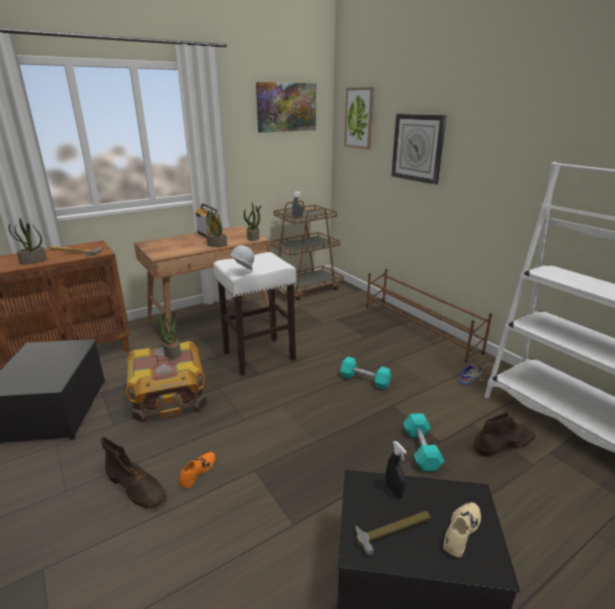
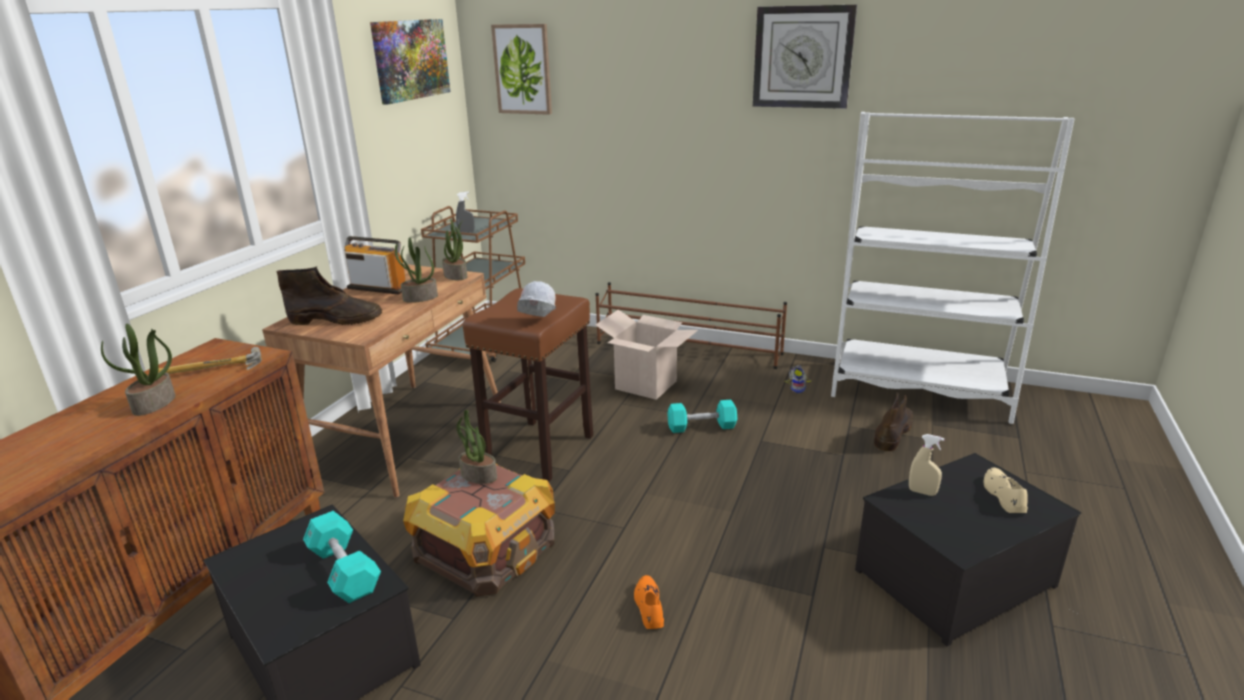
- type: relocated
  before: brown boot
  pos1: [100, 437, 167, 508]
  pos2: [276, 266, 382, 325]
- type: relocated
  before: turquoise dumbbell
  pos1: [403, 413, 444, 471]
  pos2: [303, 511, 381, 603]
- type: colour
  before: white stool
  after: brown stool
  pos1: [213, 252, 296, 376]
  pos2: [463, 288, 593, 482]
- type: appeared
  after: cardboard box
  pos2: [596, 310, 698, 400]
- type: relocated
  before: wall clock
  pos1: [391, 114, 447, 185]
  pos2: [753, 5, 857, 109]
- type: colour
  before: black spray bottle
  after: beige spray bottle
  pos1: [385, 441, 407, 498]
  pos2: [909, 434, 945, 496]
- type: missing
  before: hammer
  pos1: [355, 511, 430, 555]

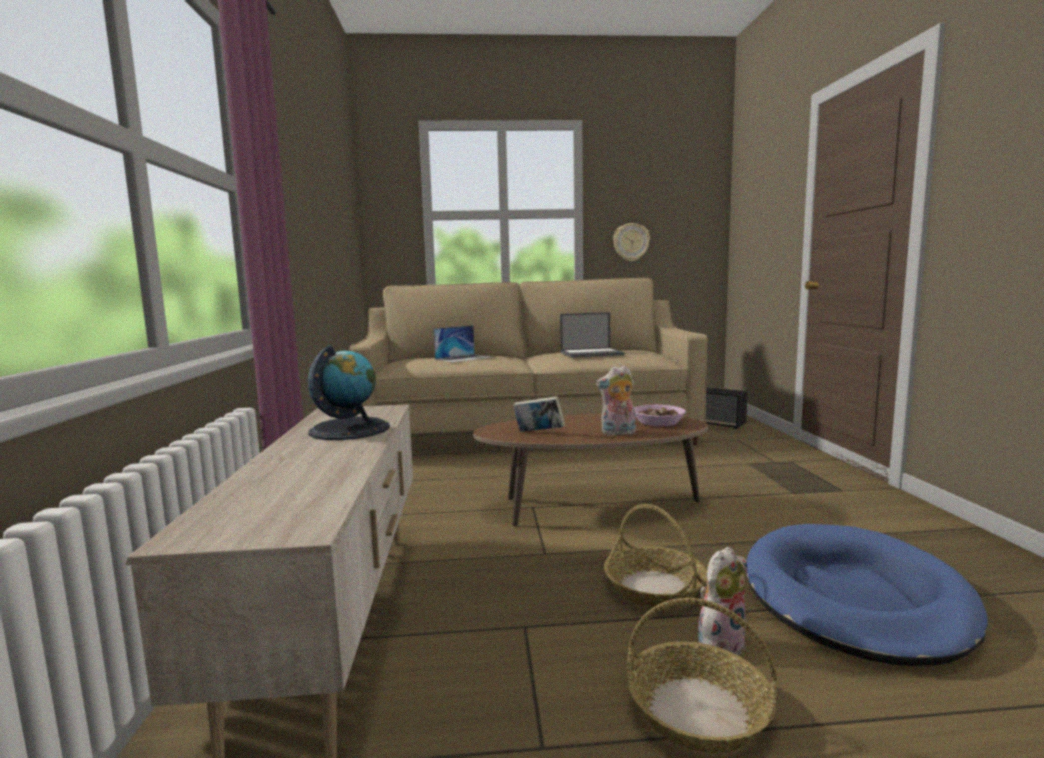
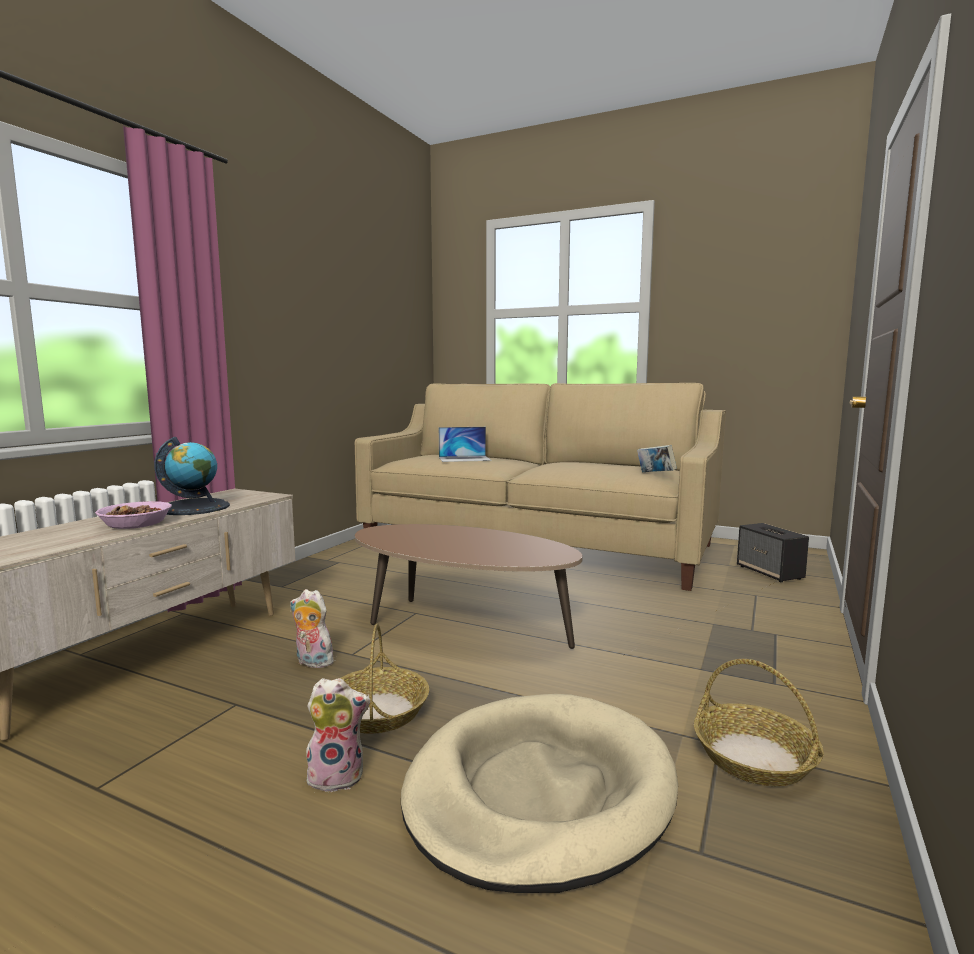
- type: relocated
  before: bowl
  pos1: [635, 405, 686, 426]
  pos2: [95, 501, 172, 529]
- type: relocated
  before: plush toy
  pos1: [596, 365, 636, 436]
  pos2: [290, 589, 334, 668]
- type: colour
  before: blue dog bed
  after: beige dog bed
  pos1: [746, 524, 988, 666]
  pos2: [401, 694, 678, 893]
- type: relocated
  before: book
  pos1: [513, 396, 565, 432]
  pos2: [637, 445, 677, 472]
- type: relocated
  before: basket
  pos1: [626, 598, 777, 753]
  pos2: [694, 659, 824, 786]
- type: missing
  before: laptop
  pos1: [560, 312, 624, 358]
- type: missing
  before: wall clock
  pos1: [613, 223, 650, 261]

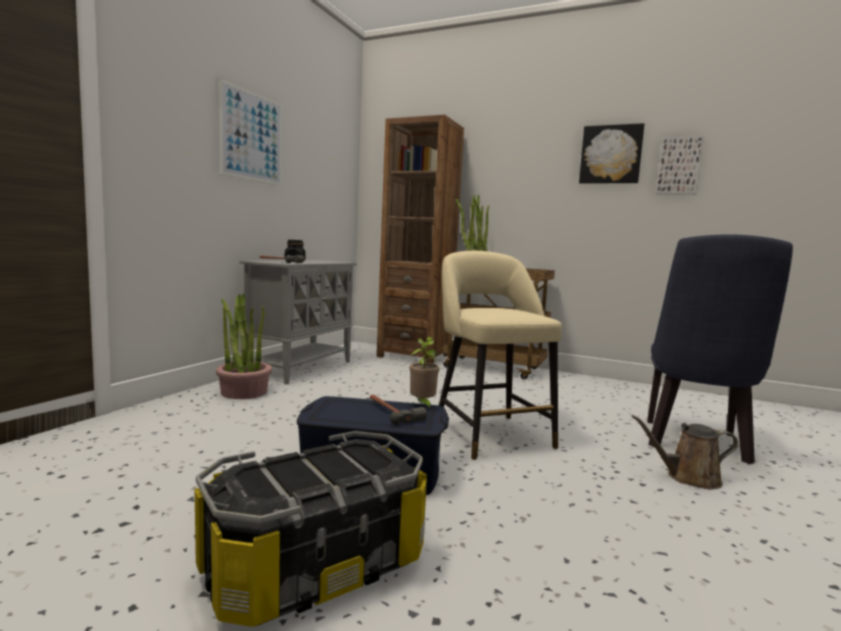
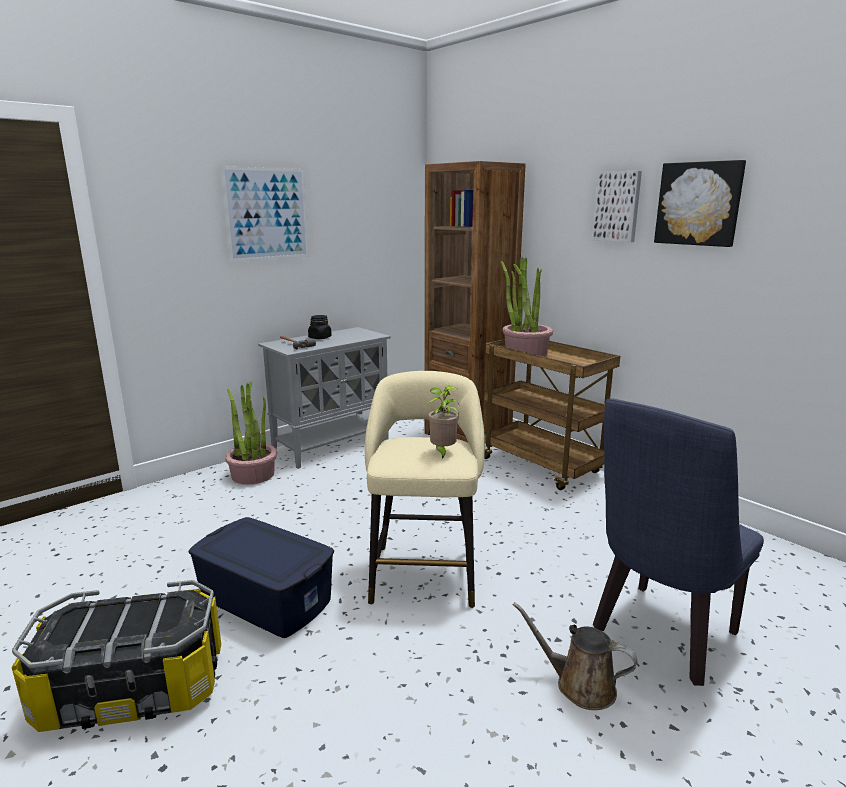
- type: relocated
  before: potted plant
  pos1: [409, 337, 441, 410]
  pos2: [428, 386, 460, 459]
- type: relocated
  before: picture
  pos1: [656, 136, 704, 194]
  pos2: [592, 170, 642, 242]
- type: missing
  before: hammer
  pos1: [370, 395, 427, 425]

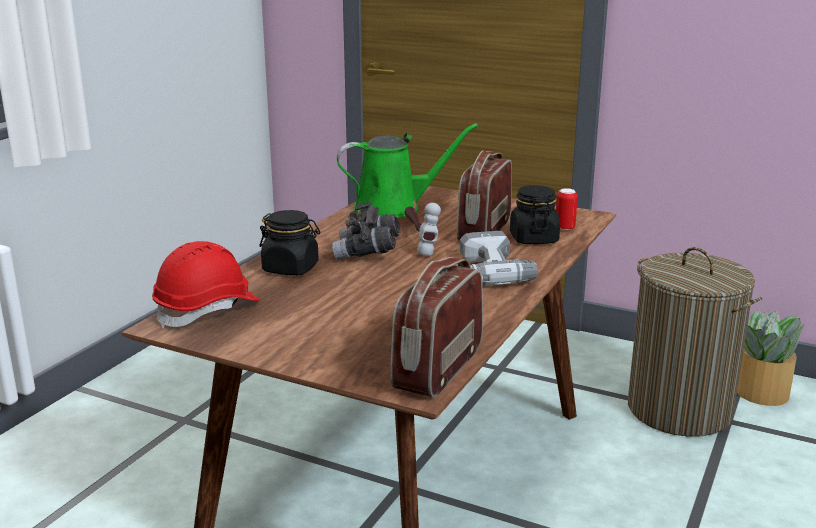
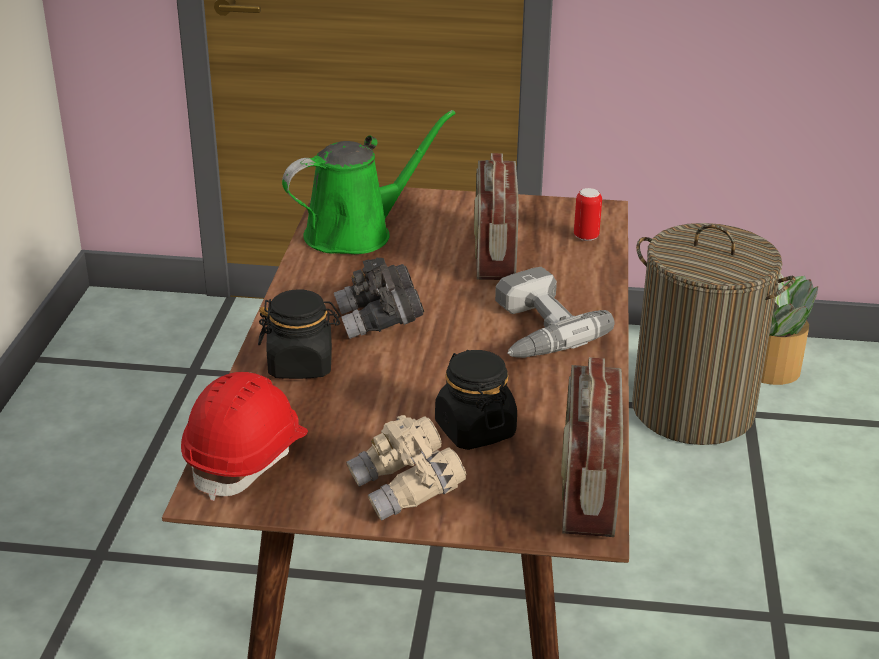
- type: appeared
  after: beige binoculars
  pos2: [346, 415, 467, 521]
- type: relocated
  before: black jar
  pos1: [510, 185, 560, 244]
  pos2: [435, 350, 517, 450]
- type: missing
  before: hammer
  pos1: [404, 203, 441, 256]

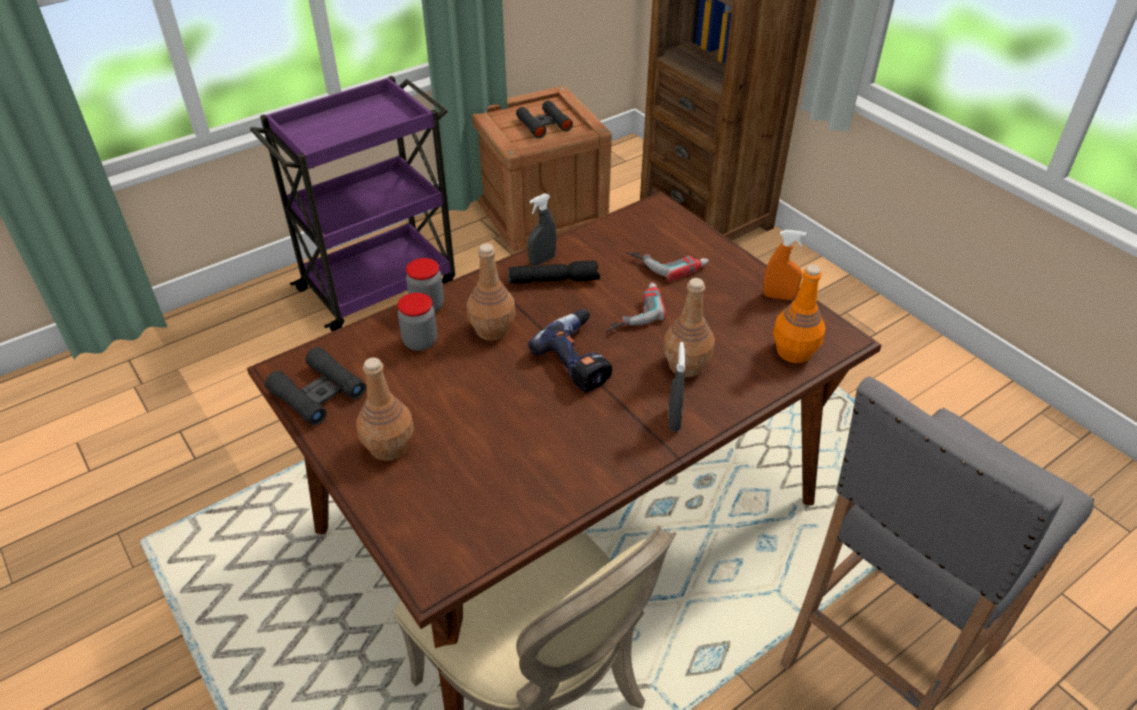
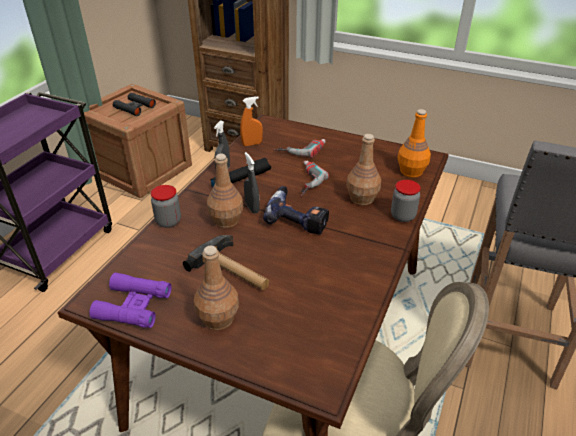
- type: colour
  before: black binoculars
  after: purple binoculars
  pos1: [265, 347, 366, 425]
  pos2: [89, 272, 172, 328]
- type: appeared
  after: hammer
  pos2: [183, 235, 269, 290]
- type: relocated
  before: orange spray bottle
  pos1: [763, 230, 807, 300]
  pos2: [240, 96, 263, 146]
- type: relocated
  before: grey spray bottle
  pos1: [669, 342, 685, 432]
  pos2: [244, 152, 260, 214]
- type: relocated
  before: jar
  pos1: [397, 293, 438, 351]
  pos2: [391, 180, 421, 222]

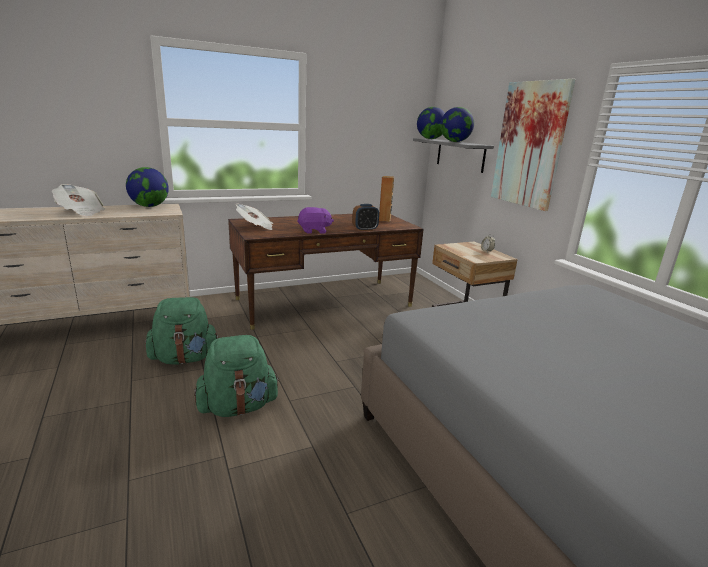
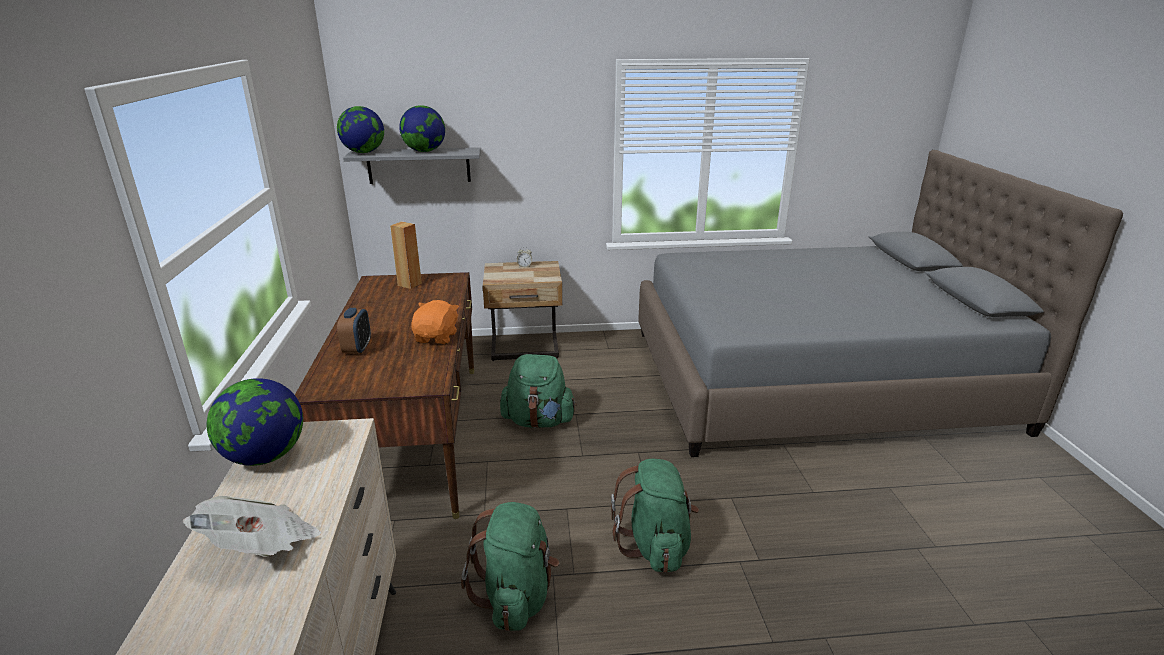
- type: relocated
  before: alarm clock
  pos1: [352, 204, 379, 231]
  pos2: [337, 308, 371, 354]
- type: colour
  before: purple plush toy
  after: orange plush toy
  pos1: [297, 207, 334, 234]
  pos2: [412, 300, 459, 344]
- type: appeared
  after: green backpack
  pos2: [500, 354, 577, 428]
- type: missing
  before: newspaper
  pos1: [236, 204, 273, 230]
- type: missing
  before: picture
  pos1: [491, 79, 576, 211]

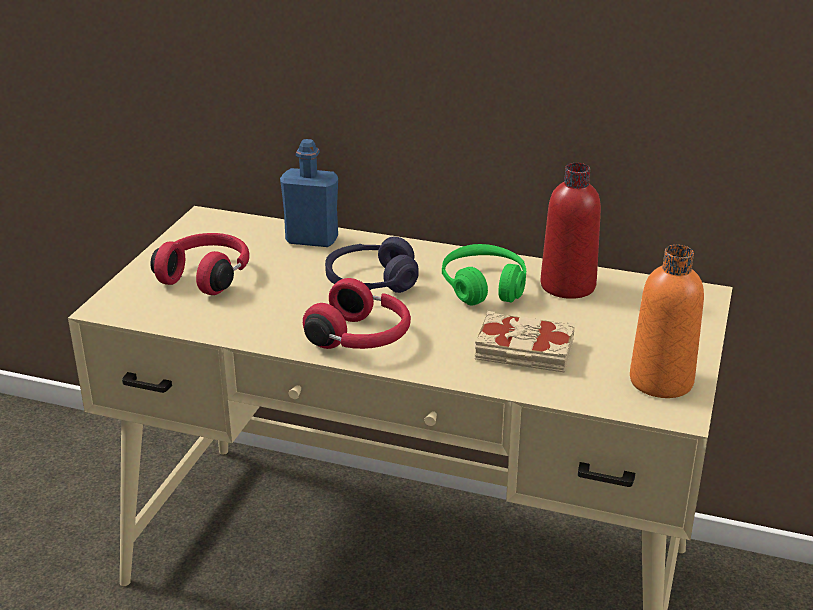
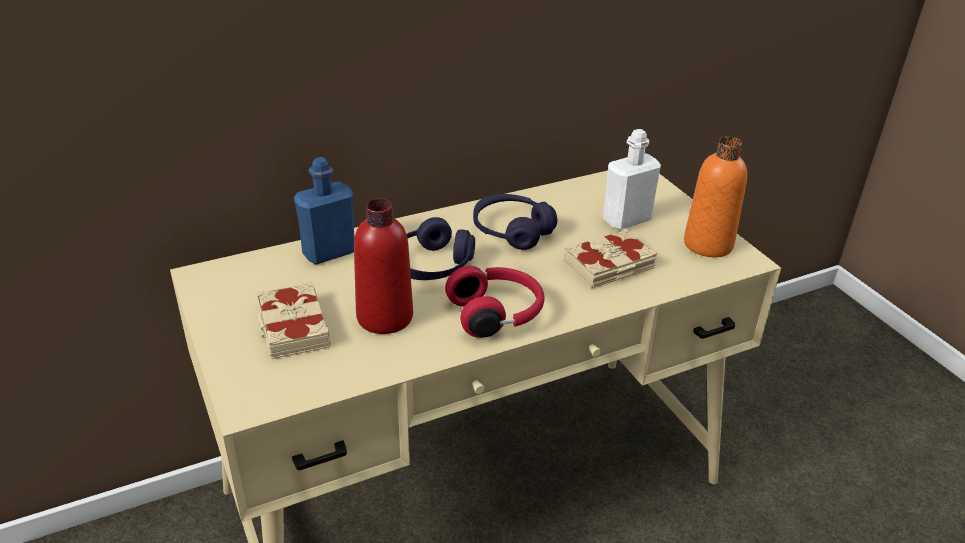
- type: exchanged
  before: red headphones
  after: beige book
  pos1: [150, 233, 250, 295]
  pos2: [257, 282, 331, 359]
- type: relocated
  before: red bottle
  pos1: [540, 163, 601, 299]
  pos2: [354, 199, 413, 334]
- type: colour
  before: green headphones
  after: purple headphones
  pos1: [442, 244, 526, 306]
  pos2: [473, 194, 557, 250]
- type: appeared
  after: white bottle
  pos2: [603, 129, 661, 230]

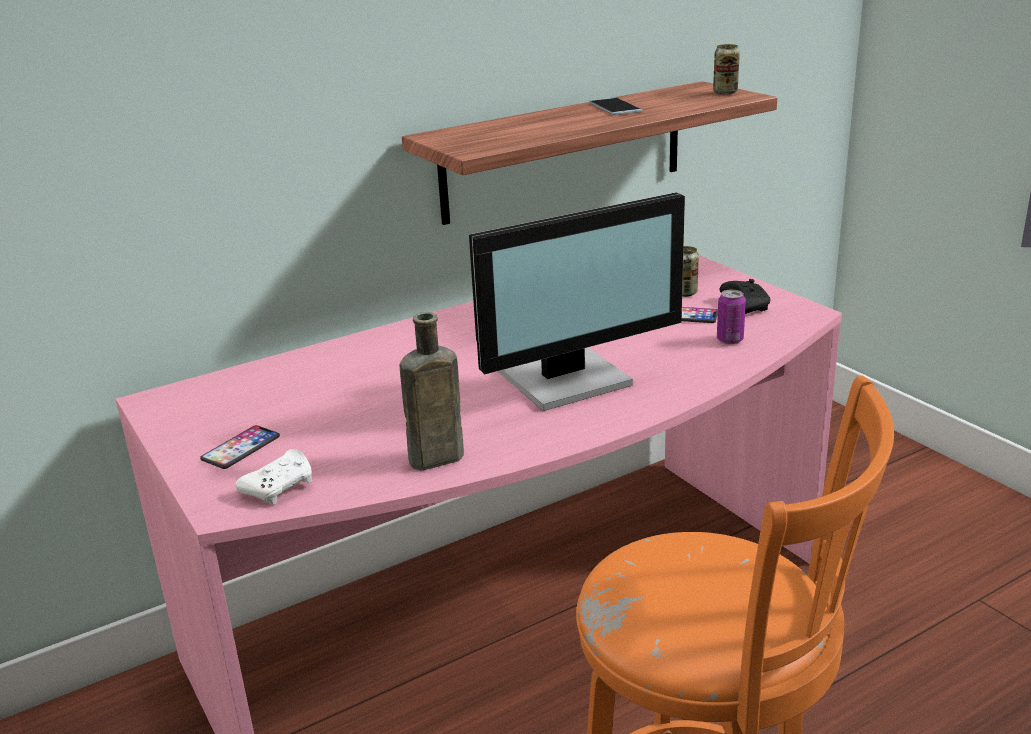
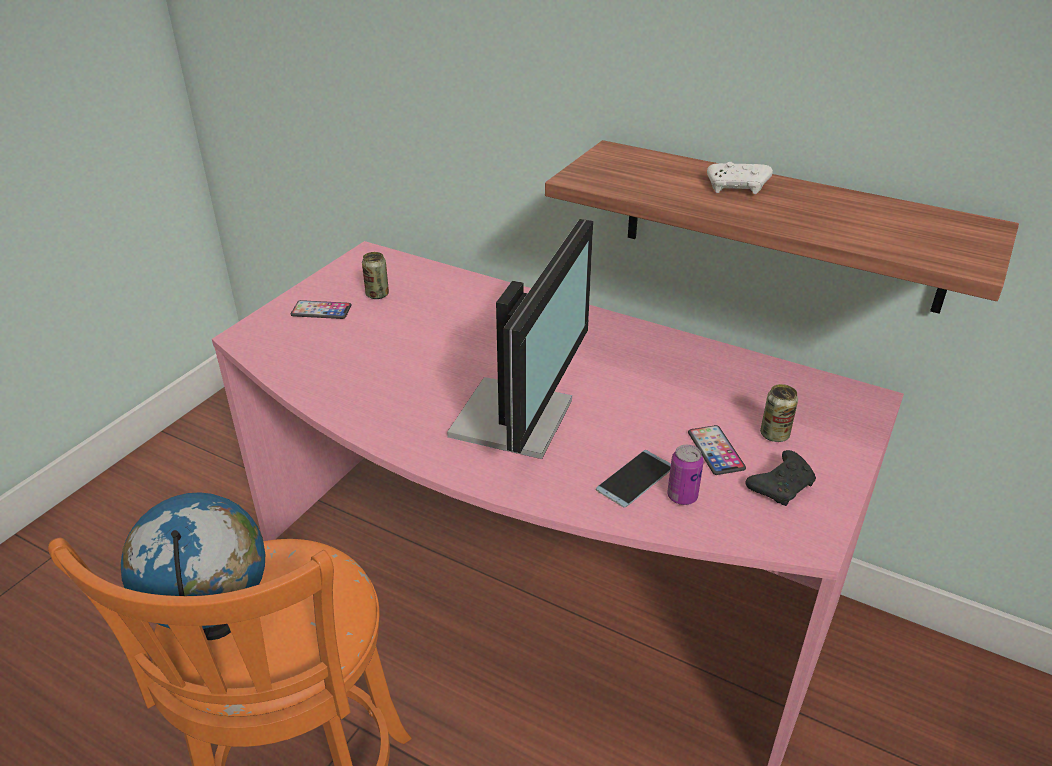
- type: appeared
  after: globe
  pos2: [121, 492, 265, 640]
- type: relocated
  before: can
  pos1: [713, 44, 740, 94]
  pos2: [362, 252, 389, 299]
- type: spun
  before: monitor
  pos1: [469, 192, 685, 411]
  pos2: [447, 219, 593, 459]
  turn: -105
- type: relocated
  before: phone
  pos1: [589, 98, 643, 115]
  pos2: [596, 450, 671, 508]
- type: relocated
  before: white game controller
  pos1: [235, 449, 312, 504]
  pos2: [707, 162, 773, 194]
- type: missing
  before: brown bottle
  pos1: [399, 312, 464, 471]

